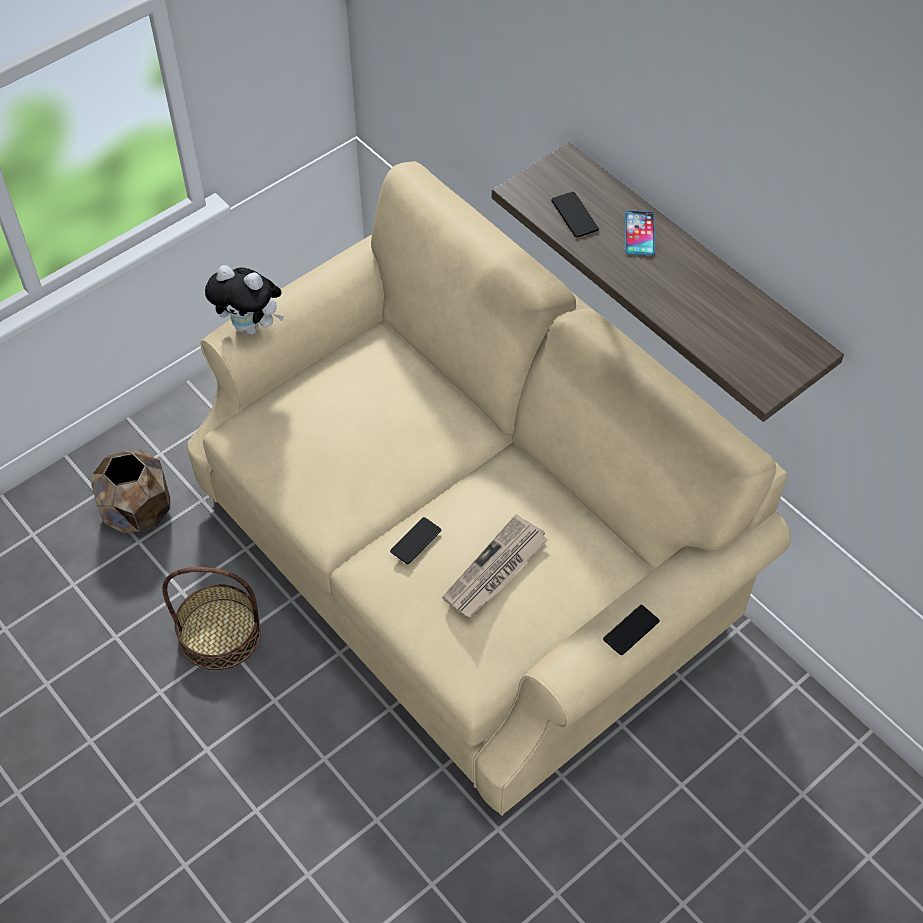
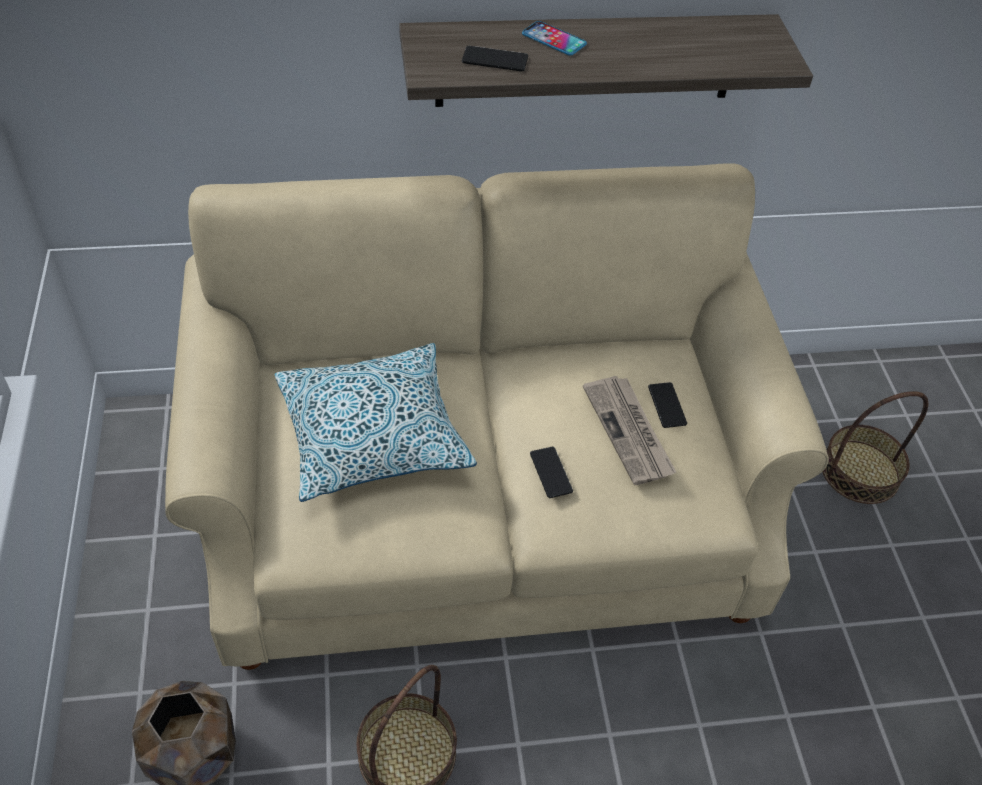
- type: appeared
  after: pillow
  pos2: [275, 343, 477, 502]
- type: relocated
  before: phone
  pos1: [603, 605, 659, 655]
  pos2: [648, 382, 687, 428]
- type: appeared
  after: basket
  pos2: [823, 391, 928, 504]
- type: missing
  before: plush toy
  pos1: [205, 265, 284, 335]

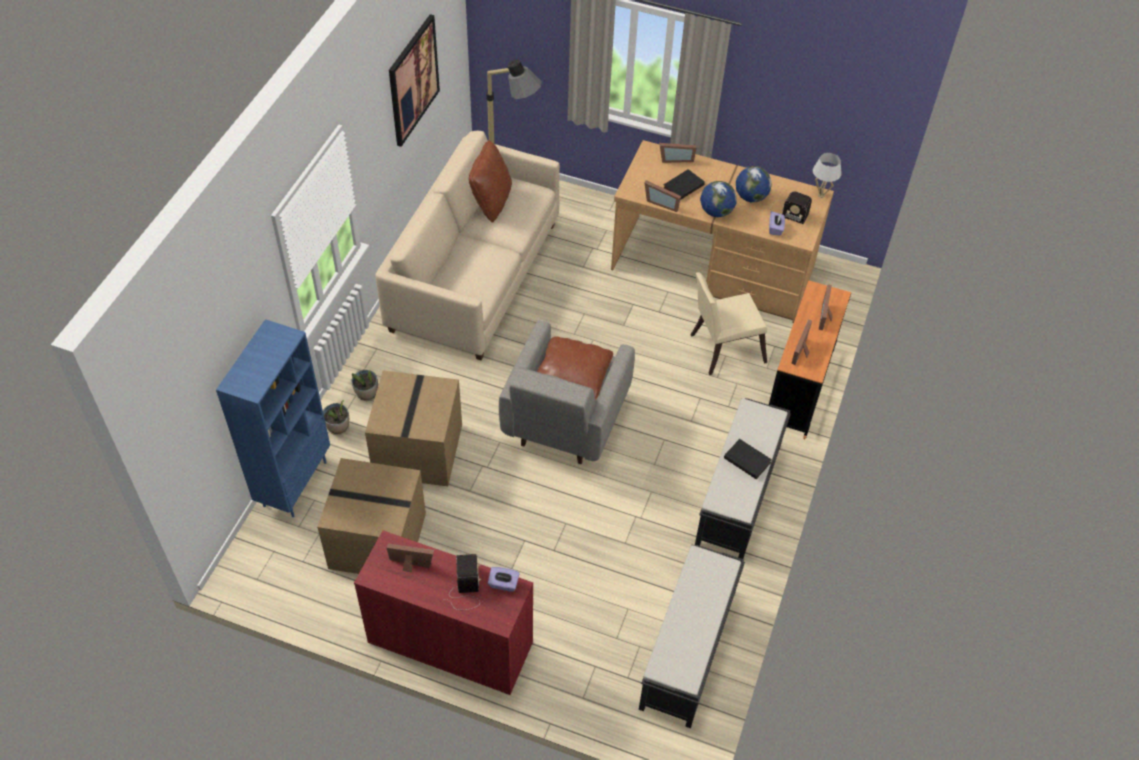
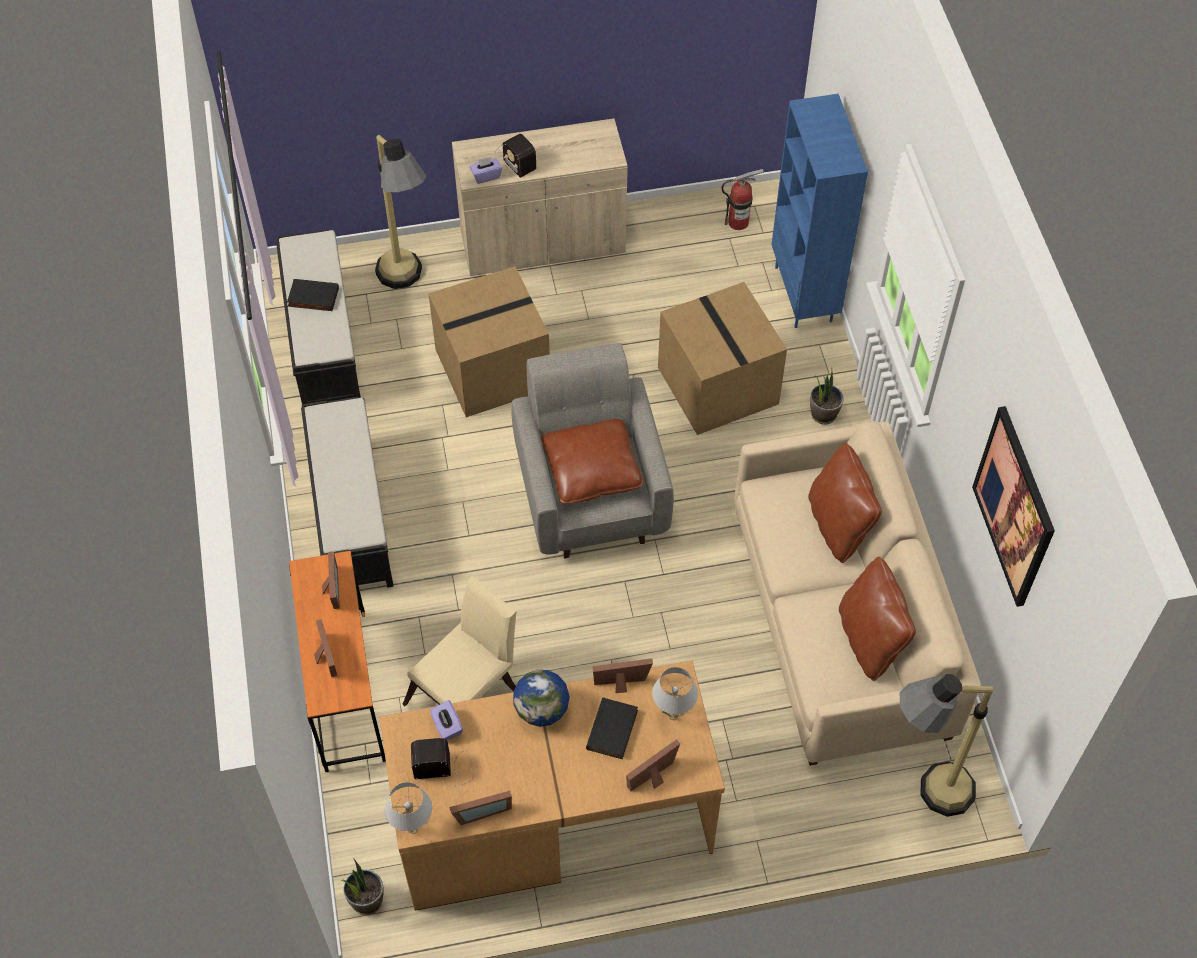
- type: relocated
  before: black book
  pos1: [724, 439, 772, 479]
  pos2: [287, 279, 339, 311]
- type: relocated
  before: potted plant
  pos1: [323, 400, 349, 435]
  pos2: [341, 858, 384, 915]
- type: appeared
  after: floor lamp
  pos2: [375, 135, 426, 289]
- type: relocated
  before: cardboard box
  pos1: [317, 458, 426, 574]
  pos2: [428, 266, 550, 417]
- type: relocated
  before: picture frame
  pos1: [386, 544, 434, 573]
  pos2: [449, 791, 512, 825]
- type: colour
  before: red cabinet
  after: beige cabinet
  pos1: [354, 530, 533, 695]
  pos2: [452, 118, 628, 276]
- type: appeared
  after: white table lamp
  pos2: [652, 667, 698, 720]
- type: appeared
  after: fire extinguisher
  pos2: [721, 169, 764, 230]
- type: appeared
  after: brown pillow
  pos2: [808, 443, 882, 563]
- type: missing
  before: globe
  pos1: [736, 166, 772, 202]

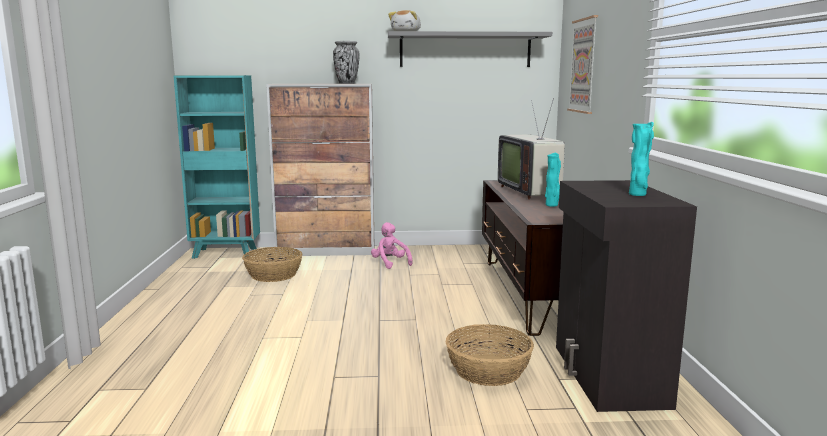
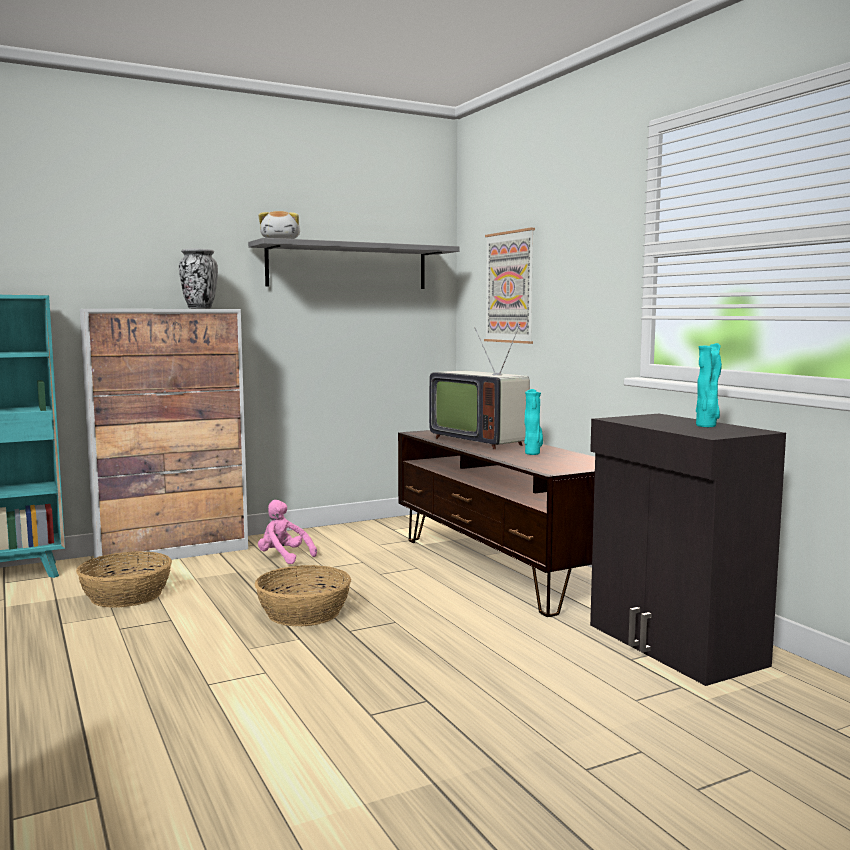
- type: relocated
  before: basket
  pos1: [446, 324, 534, 386]
  pos2: [255, 565, 351, 626]

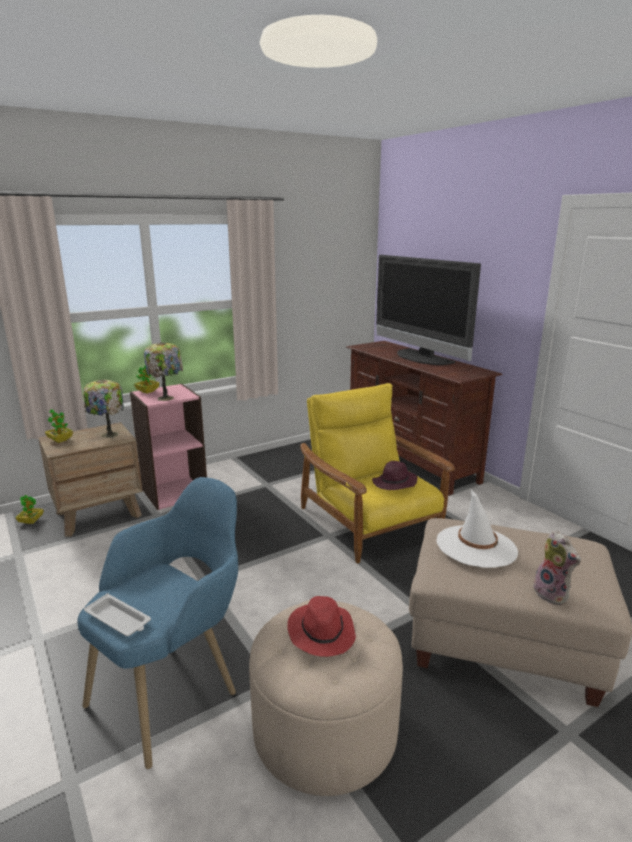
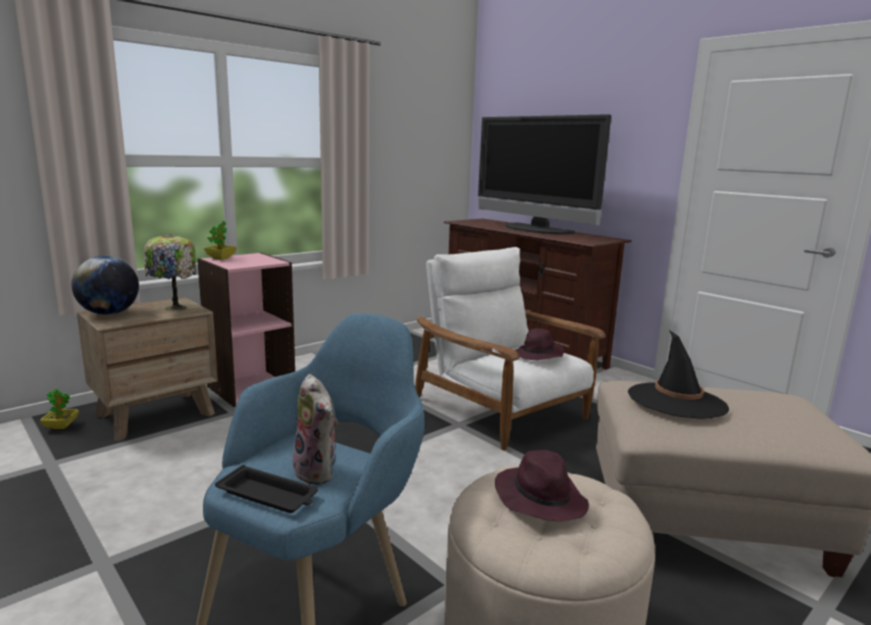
- type: exchanged
  before: potted plant
  after: globe
  pos1: [45, 409, 73, 443]
  pos2: [72, 256, 139, 315]
- type: colour
  before: white tray
  after: black tray
  pos1: [84, 593, 151, 636]
  pos2: [215, 465, 318, 513]
- type: relocated
  before: plush toy
  pos1: [530, 530, 581, 605]
  pos2: [293, 374, 338, 485]
- type: colour
  before: yellow armchair
  after: white armchair
  pos1: [300, 383, 455, 564]
  pos2: [415, 247, 606, 451]
- type: colour
  before: red hat
  after: purple hat
  pos1: [287, 596, 356, 657]
  pos2: [495, 450, 589, 521]
- type: colour
  before: white hat
  after: black hat
  pos1: [437, 489, 518, 568]
  pos2: [628, 331, 729, 419]
- type: missing
  before: table lamp
  pos1: [144, 342, 183, 401]

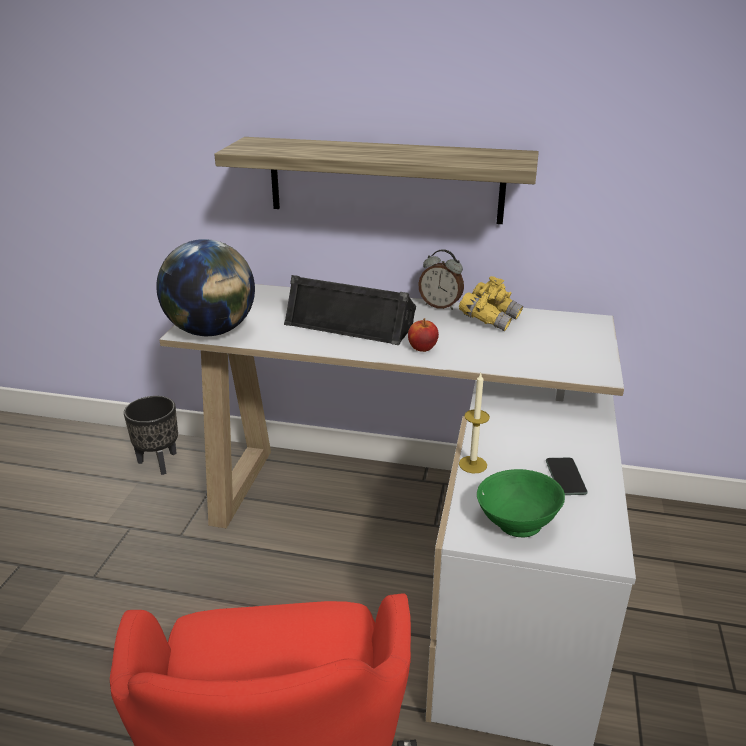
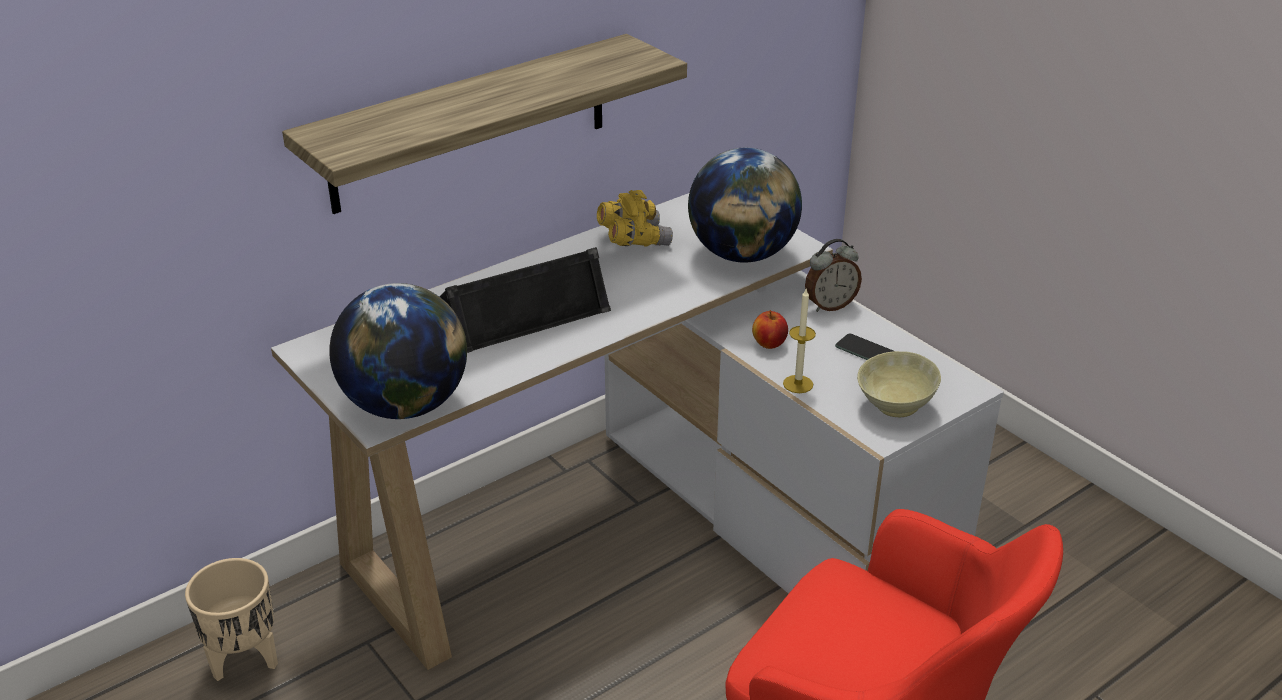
- type: colour
  before: black planter
  after: beige planter
  pos1: [124, 396, 178, 475]
  pos2: [185, 558, 278, 681]
- type: appeared
  after: globe
  pos2: [688, 148, 802, 263]
- type: relocated
  before: apple
  pos1: [408, 318, 439, 352]
  pos2: [752, 310, 788, 349]
- type: relocated
  before: alarm clock
  pos1: [418, 249, 464, 310]
  pos2: [805, 239, 862, 312]
- type: colour
  before: green bowl
  after: beige bowl
  pos1: [477, 469, 565, 538]
  pos2: [857, 351, 941, 417]

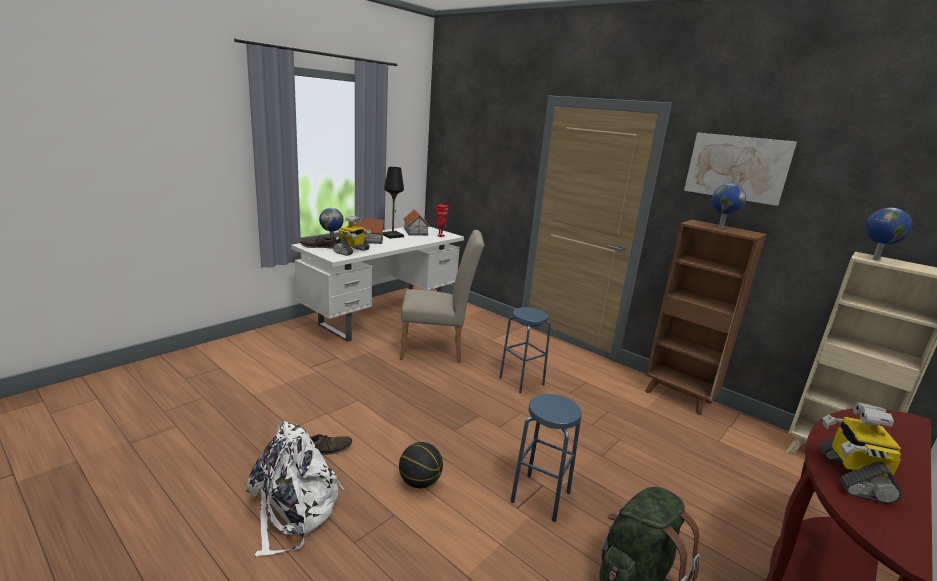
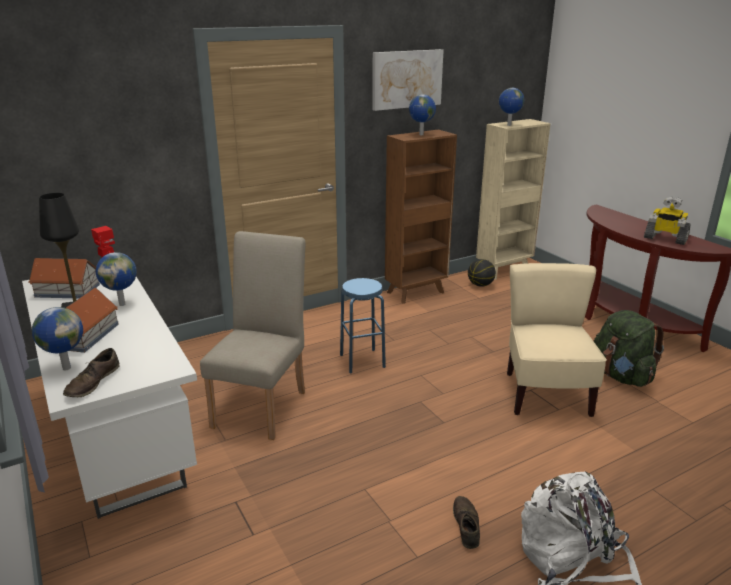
- type: appeared
  after: globe
  pos2: [96, 252, 136, 306]
- type: relocated
  before: basketball
  pos1: [399, 442, 443, 488]
  pos2: [468, 259, 496, 287]
- type: exchanged
  before: blue stool
  after: beige chair
  pos1: [511, 394, 582, 522]
  pos2: [507, 263, 607, 417]
- type: missing
  before: toy robot
  pos1: [333, 216, 371, 256]

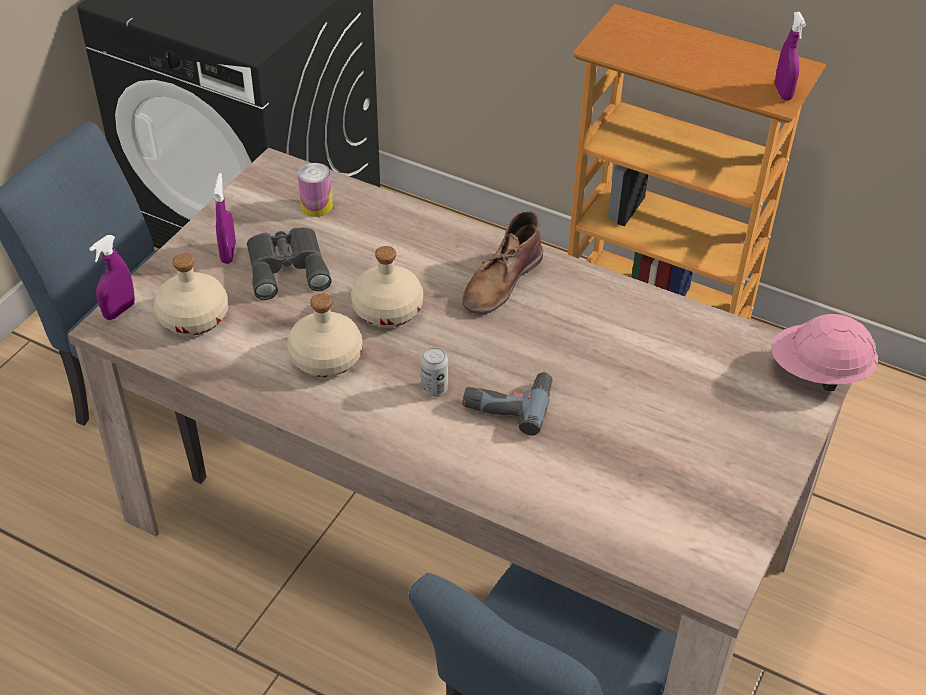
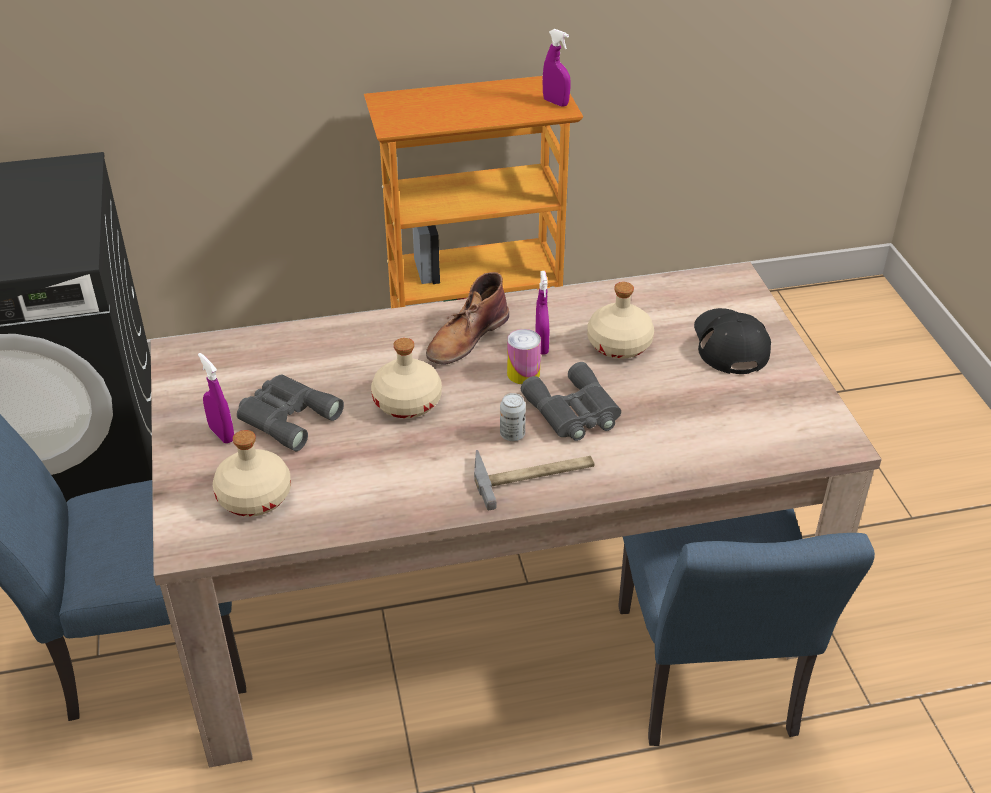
- type: spun
  before: brown boot
  pos1: [462, 211, 543, 314]
  pos2: [426, 272, 509, 364]
  turn: 45
- type: appeared
  after: hammer
  pos2: [474, 450, 594, 510]
- type: relocated
  before: can
  pos1: [298, 163, 333, 217]
  pos2: [507, 329, 541, 384]
- type: exchanged
  before: power drill
  after: grey binoculars
  pos1: [463, 372, 553, 436]
  pos2: [521, 362, 621, 441]
- type: relocated
  before: purple spray bottle
  pos1: [89, 235, 135, 320]
  pos2: [535, 271, 549, 355]
- type: relocated
  before: beige bottle
  pos1: [287, 294, 362, 377]
  pos2: [588, 282, 654, 359]
- type: appeared
  after: black cap
  pos2: [694, 308, 771, 374]
- type: missing
  before: pink hard hat
  pos1: [771, 314, 878, 391]

